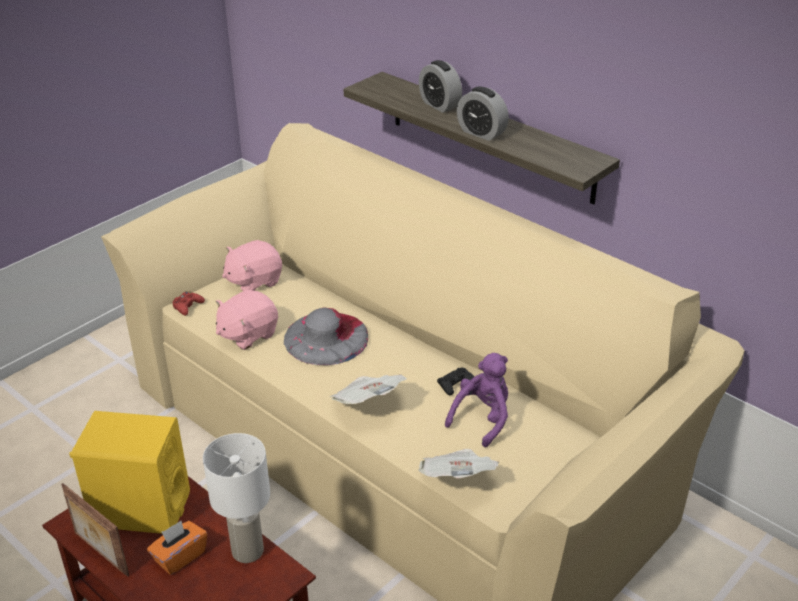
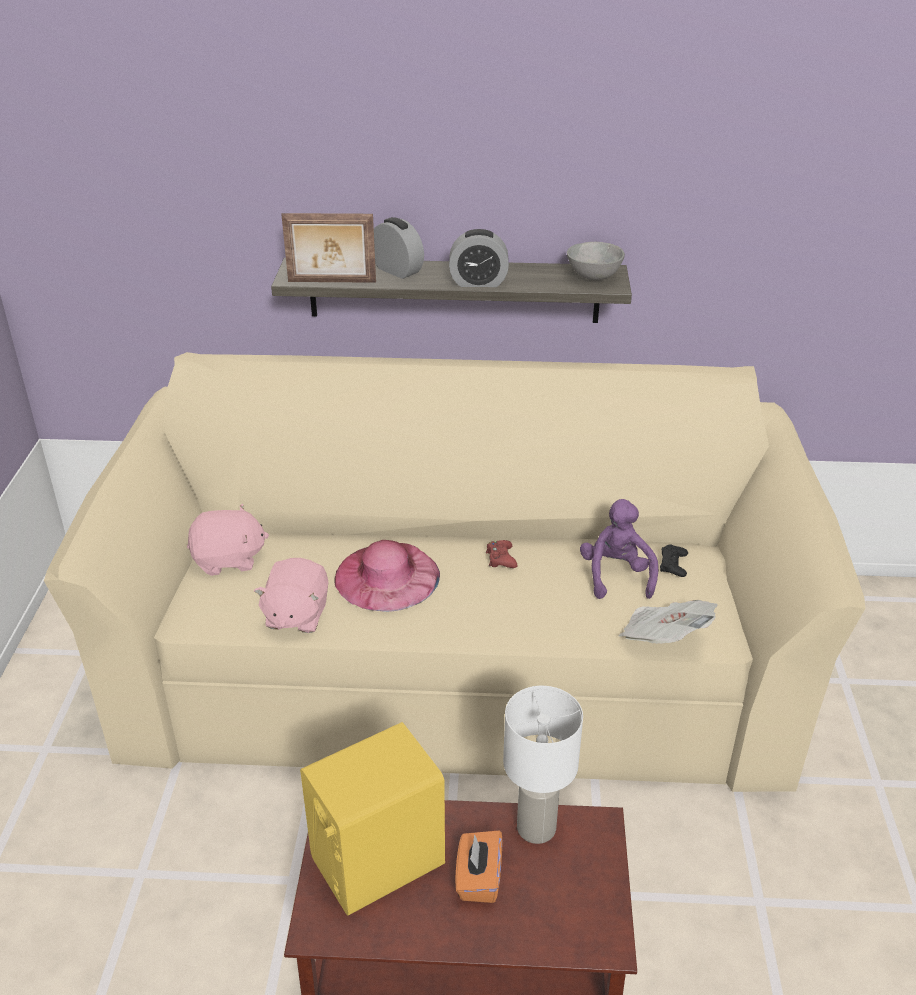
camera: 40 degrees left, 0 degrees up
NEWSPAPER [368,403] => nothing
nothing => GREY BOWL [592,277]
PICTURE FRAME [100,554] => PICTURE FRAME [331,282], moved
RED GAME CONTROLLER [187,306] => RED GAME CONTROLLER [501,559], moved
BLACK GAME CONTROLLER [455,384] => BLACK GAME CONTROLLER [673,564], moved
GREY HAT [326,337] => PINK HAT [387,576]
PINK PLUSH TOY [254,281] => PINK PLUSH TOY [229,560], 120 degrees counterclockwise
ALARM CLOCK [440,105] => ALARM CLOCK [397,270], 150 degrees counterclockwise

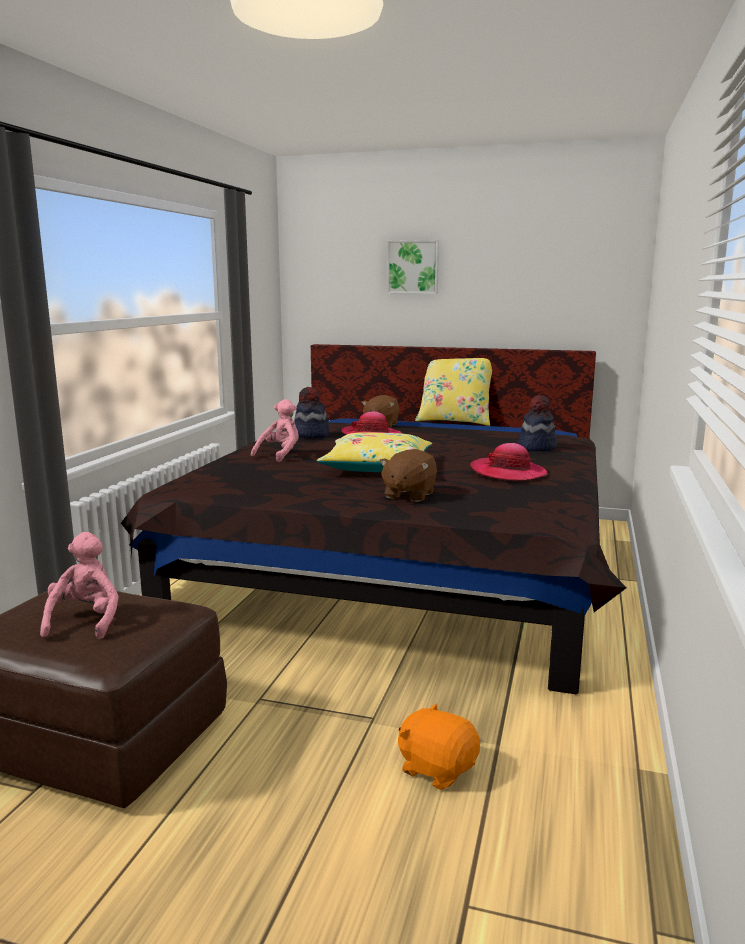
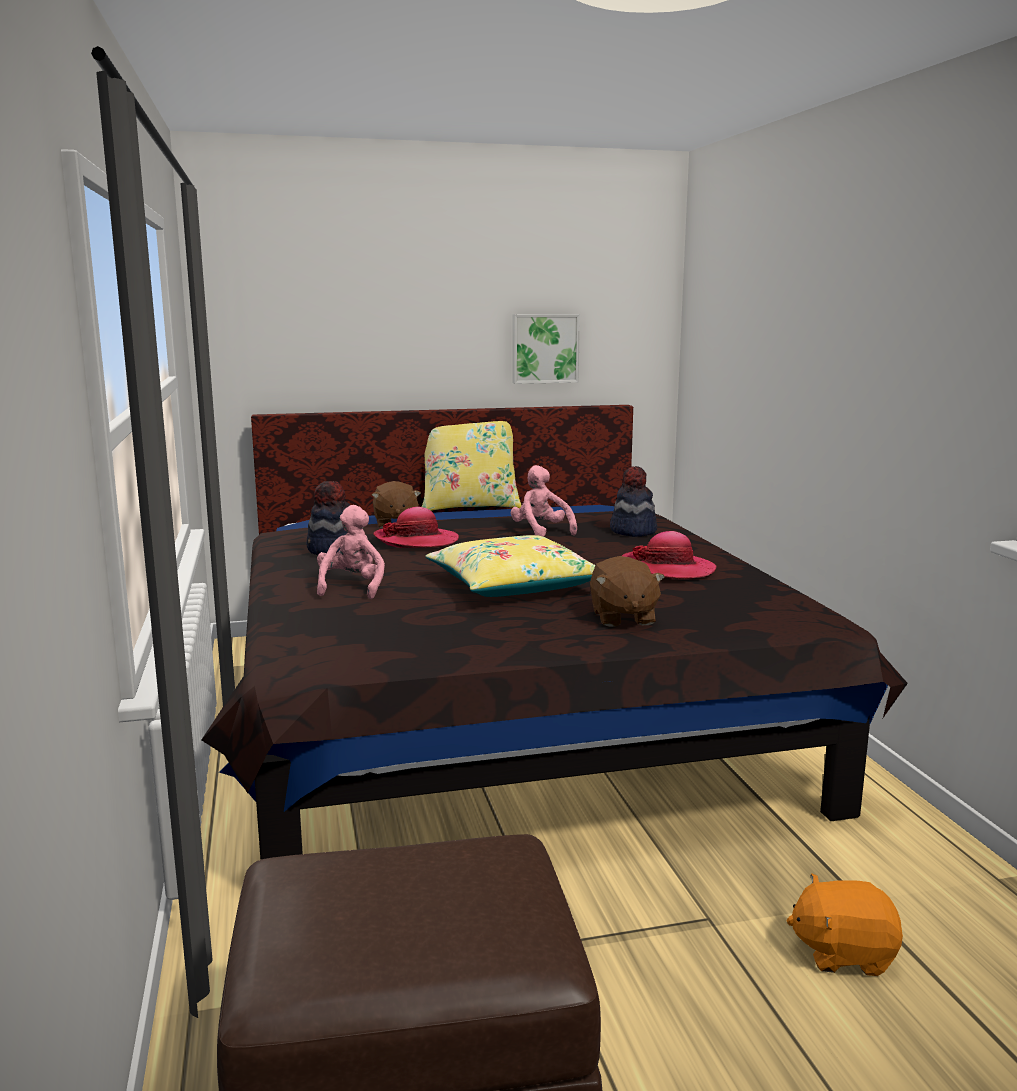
camera: 30 degrees left, 0 degrees up
PINK PLUSH TOY [86,621] => PINK PLUSH TOY [541,532], moved
PICTURE [413,267] => PICTURE [544,348], moved

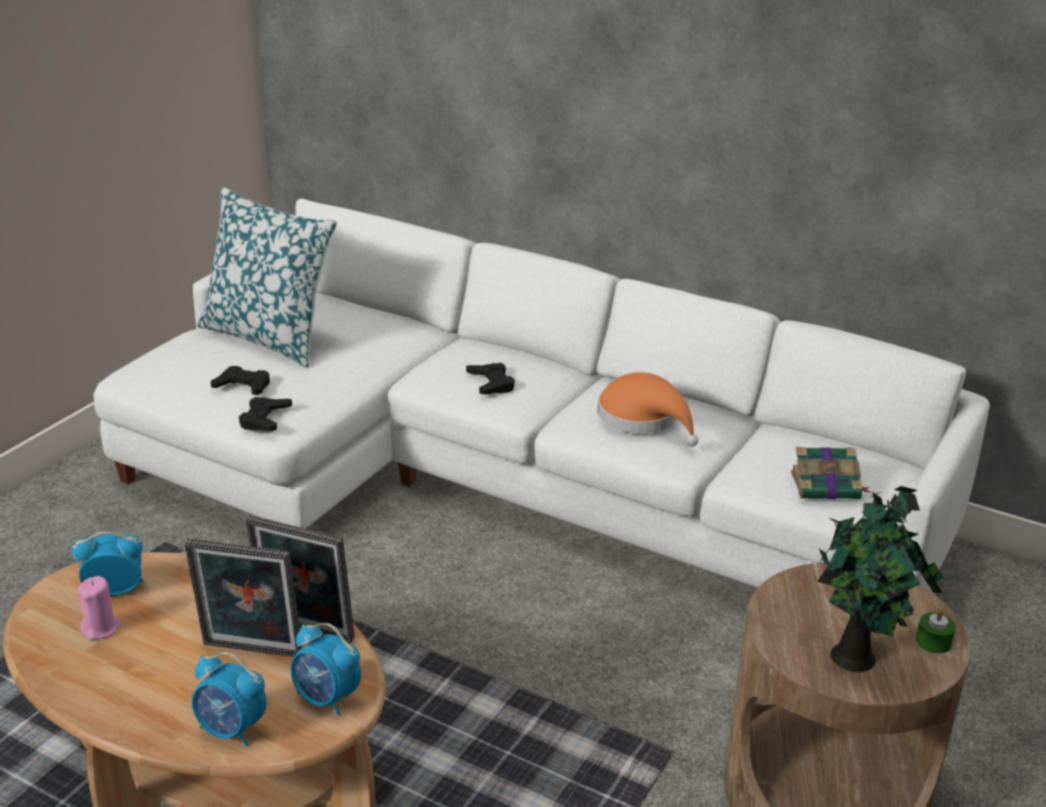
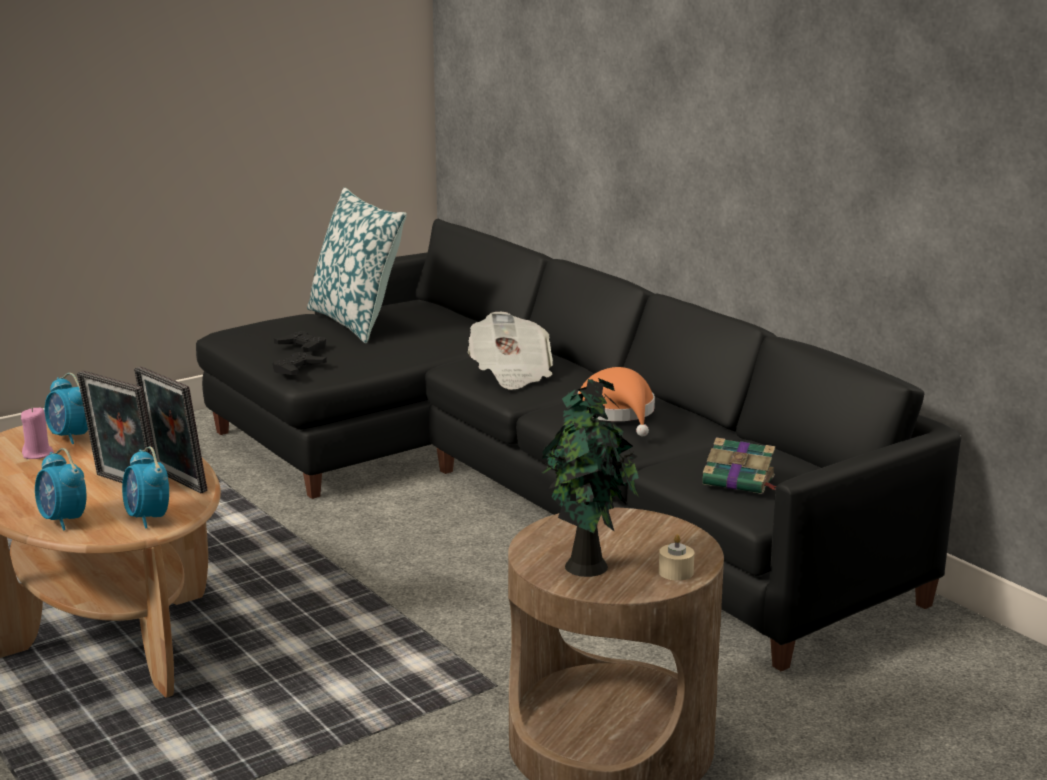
camera: 25 degrees right, 10 degrees down
BLACK GAME CONTROLLER [491,383] => NEWSPAPER [510,374]
WHITE SOFA [501,481] => BLACK SOFA [529,483]
GREEN CANDLE [933,641] => BEIGE CANDLE [676,572]
ALARM CLOCK [115,590] => ALARM CLOCK [70,437], 150 degrees counterclockwise

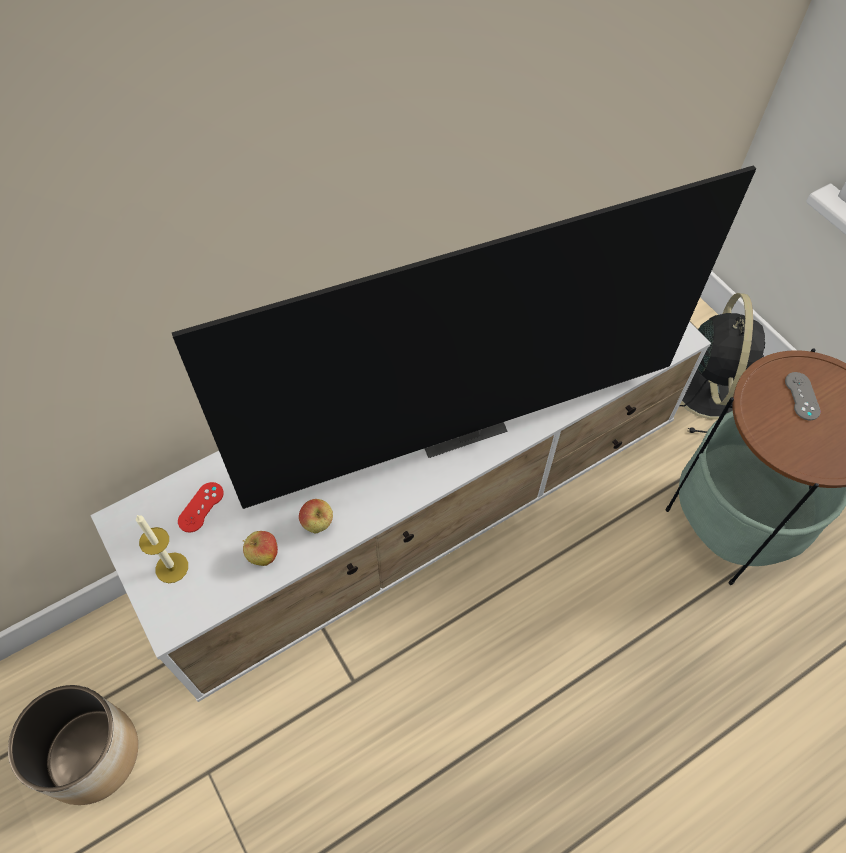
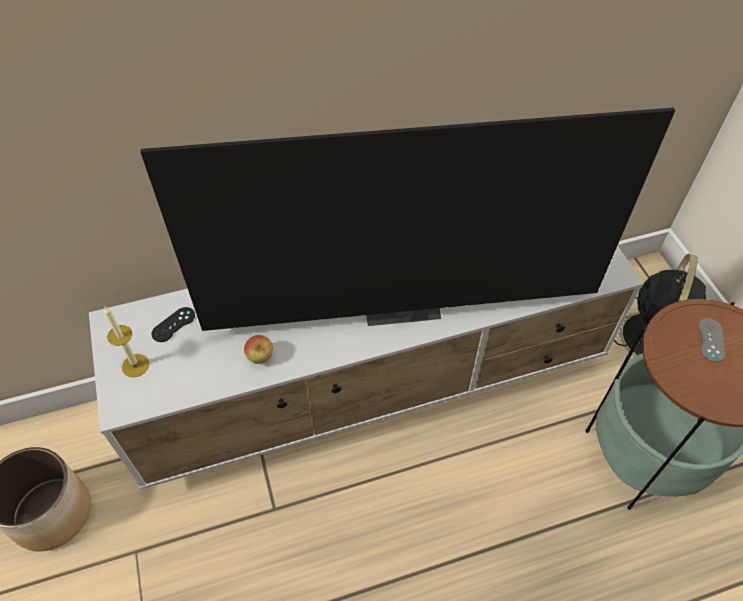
camera: 15 degrees right, 5 degrees down
APPLE [263,555] => nothing
RED GAME CONTROLLER [201,507] => BLACK GAME CONTROLLER [173,324]

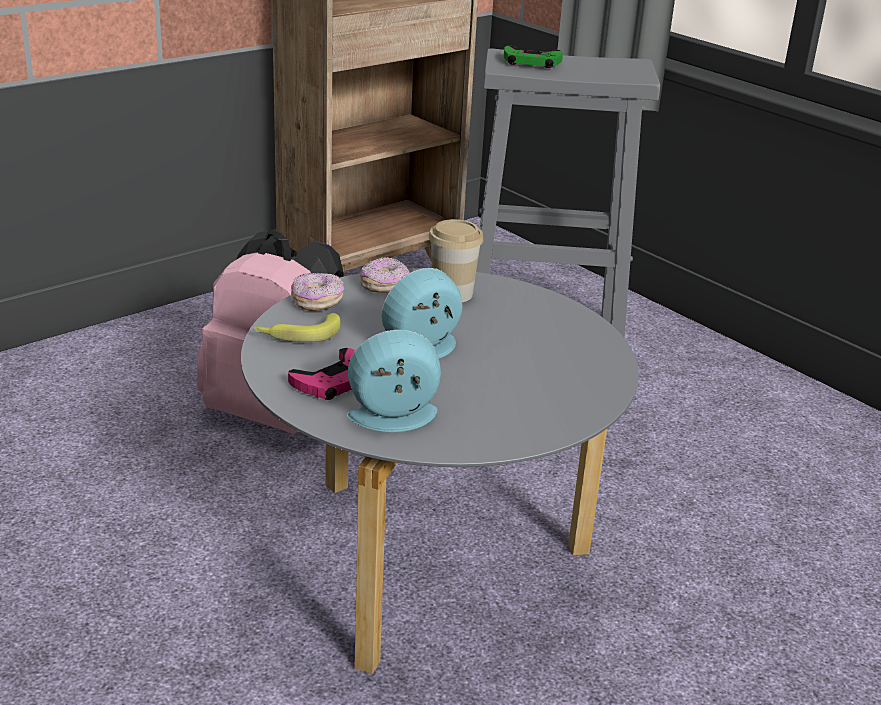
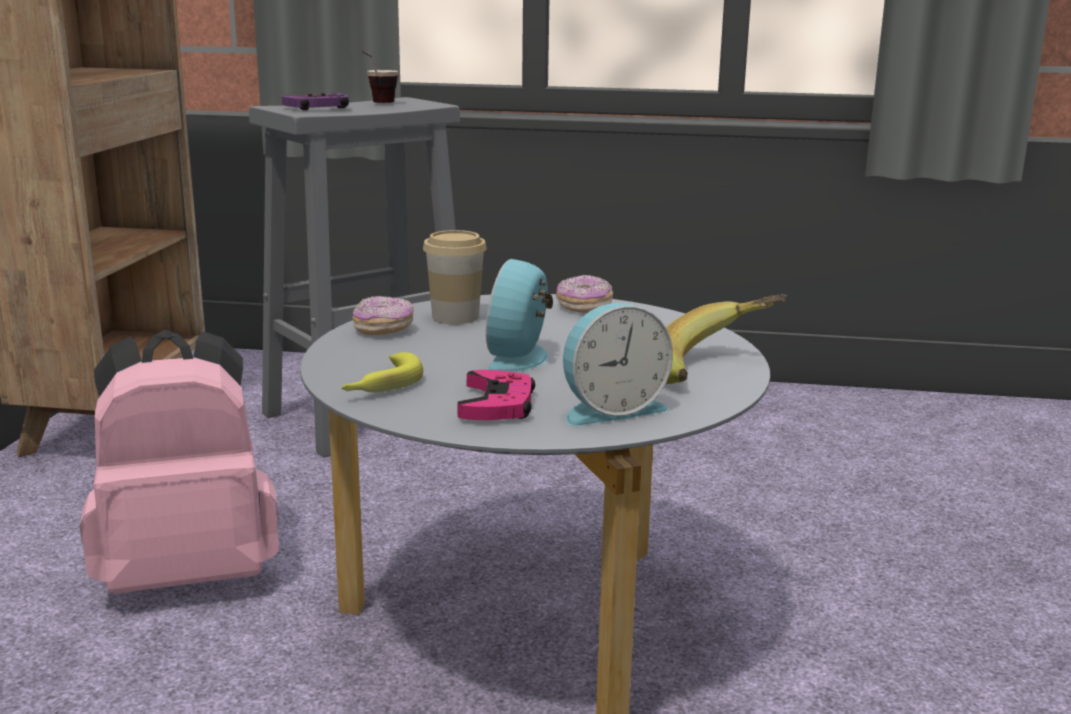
camera: 40 degrees left, 10 degrees down
nothing => CUP [377,104]
nothing => BANANA [716,371]
DONUT [317,302] => DONUT [584,307], moved
GREEN GAME CONTROLLER [531,62] => PURPLE GAME CONTROLLER [318,107]
ALARM CLOCK [395,419] => ALARM CLOCK [610,409], 150 degrees counterclockwise

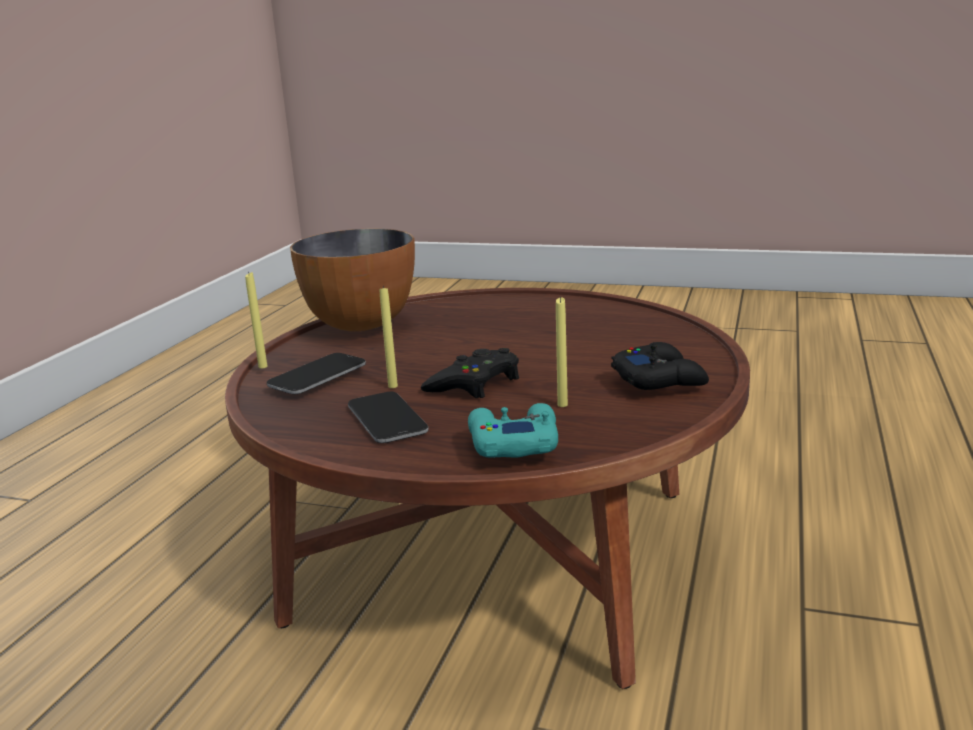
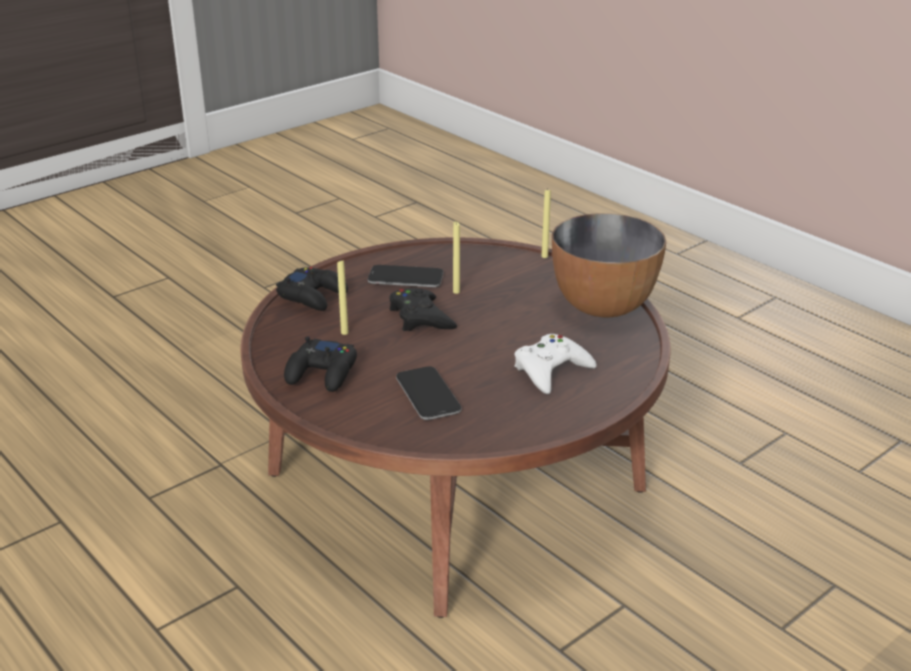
camera: 120 degrees right, 10 degrees up
nothing => WHITE GAME CONTROLLER [551,370]
PHONE [317,376] => PHONE [428,395], moved
TURQUOISE GAME CONTROLLER [512,443] => BLACK GAME CONTROLLER [313,296]

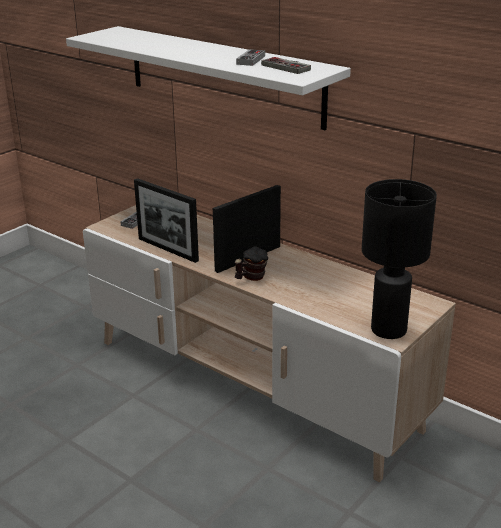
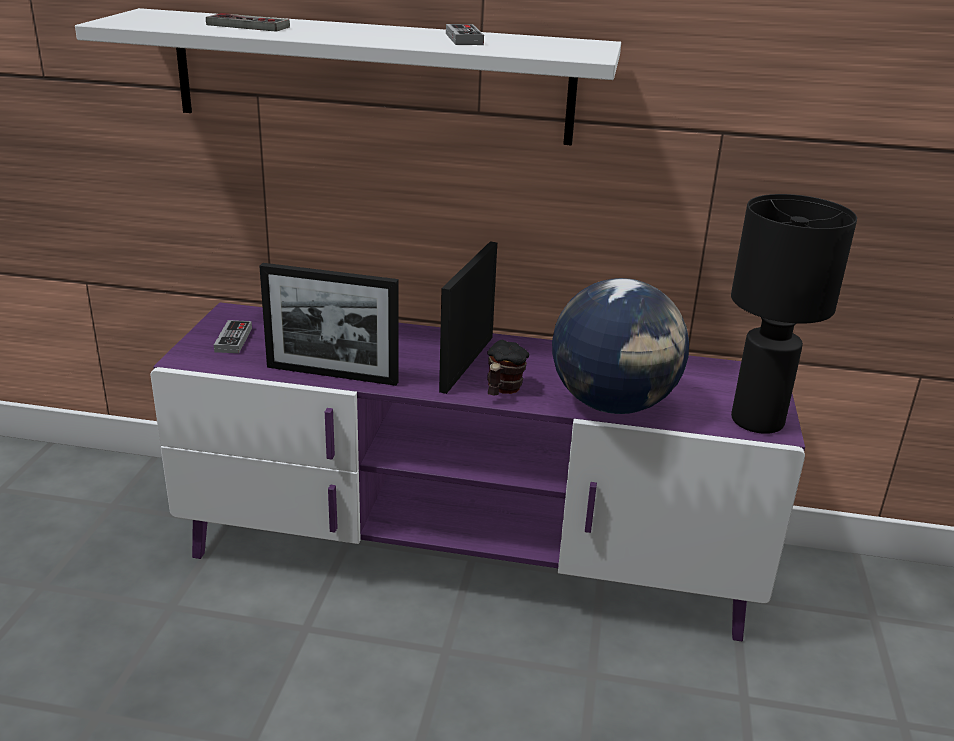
camera: 30 degrees left, 0 degrees up
nothing => GLOBE [613,404]
GAME CONTROLLER [289,66] => GAME CONTROLLER [252,25], moved
BEIGE TV STAND [252,383] => PURPLE TV STAND [469,554]

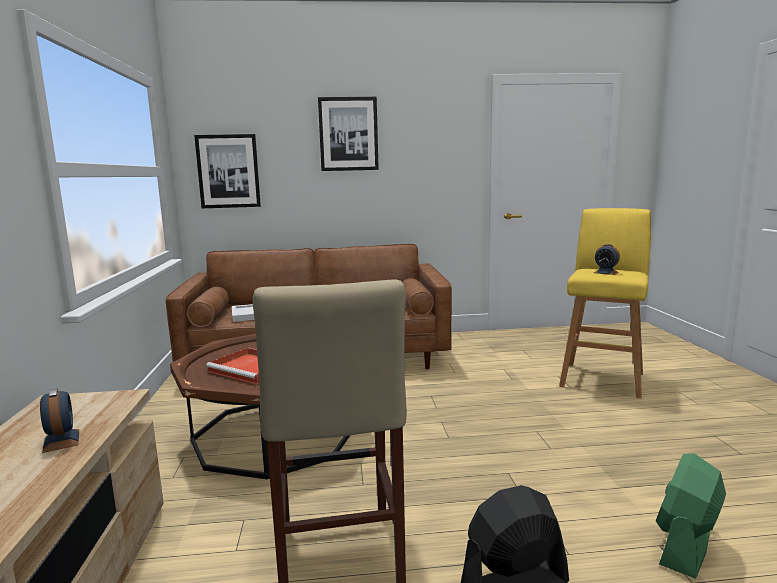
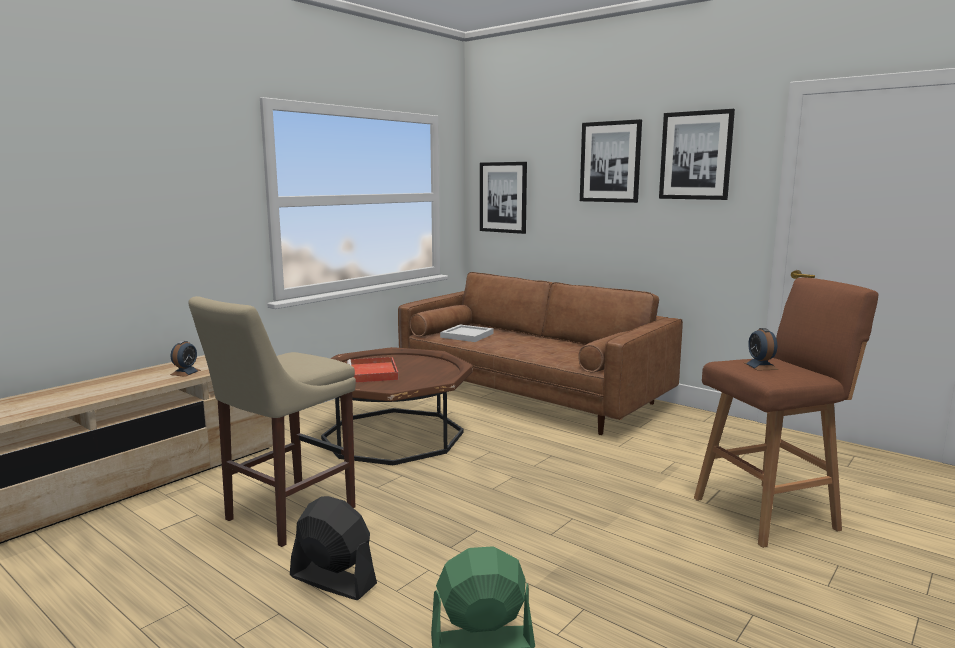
camera: 45 degrees right, 0 degrees up
nothing => PICTURE [696,155]
YELLOW STOOL [602,378] => BROWN STOOL [768,513]

